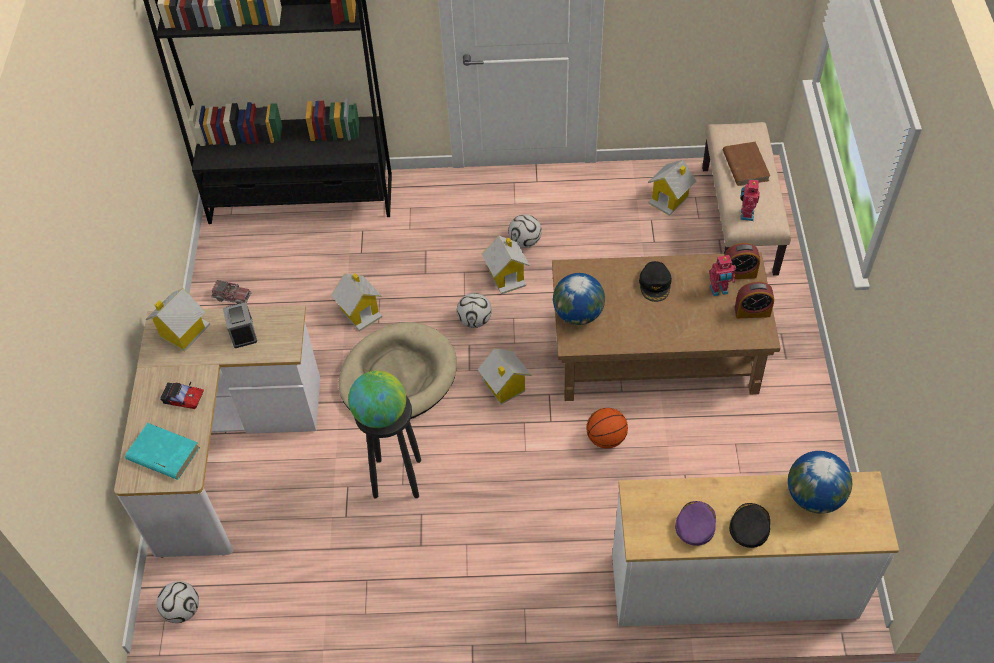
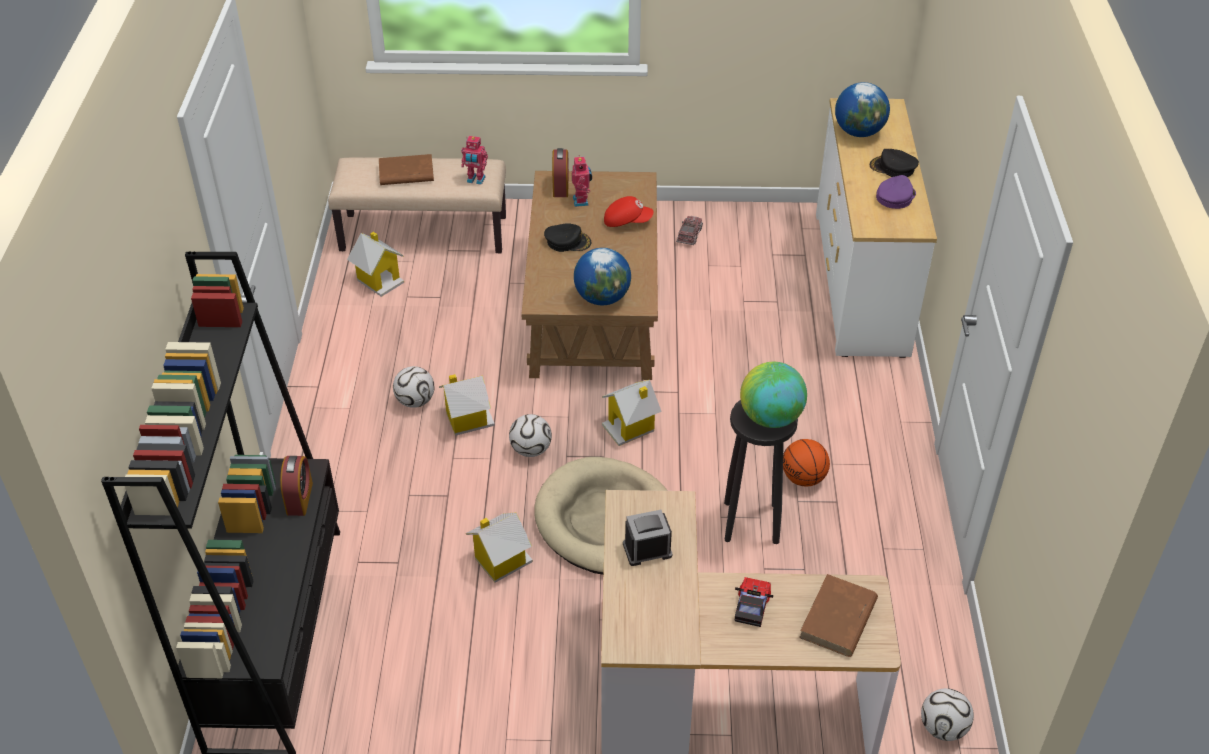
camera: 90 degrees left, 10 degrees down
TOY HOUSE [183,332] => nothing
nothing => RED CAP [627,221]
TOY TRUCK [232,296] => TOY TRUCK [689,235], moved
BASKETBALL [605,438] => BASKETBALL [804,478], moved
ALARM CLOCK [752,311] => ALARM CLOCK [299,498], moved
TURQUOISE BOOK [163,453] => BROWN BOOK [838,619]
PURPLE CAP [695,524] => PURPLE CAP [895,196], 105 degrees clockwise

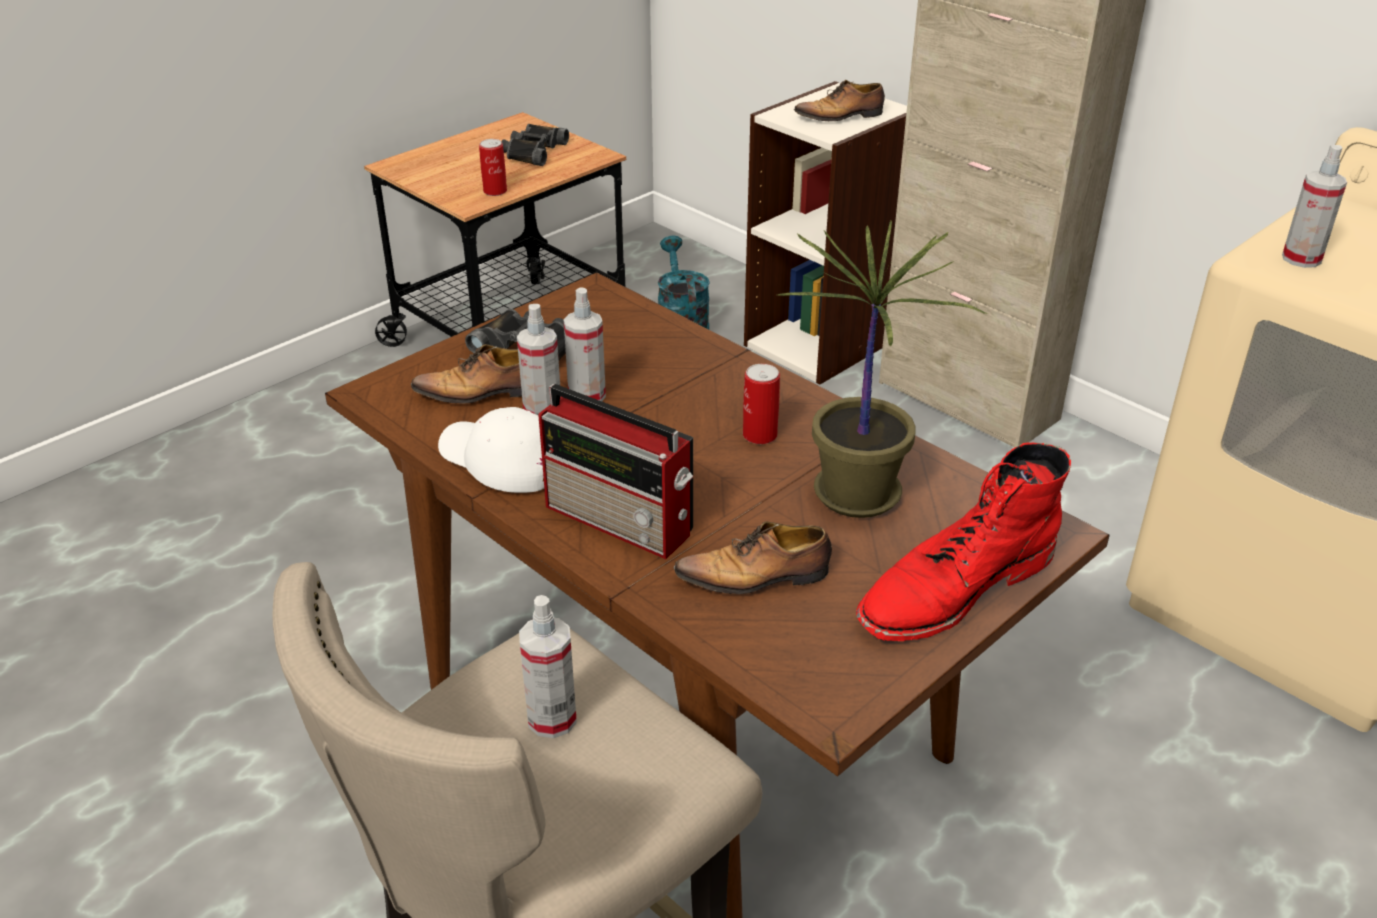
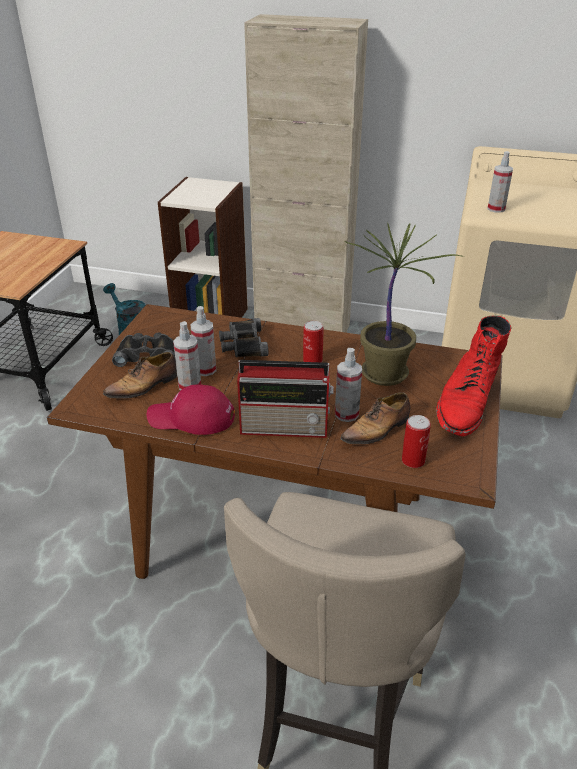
camera: 30 degrees left, 0 degrees up
SHOE [841,116] => nothing
CAN [495,191] => CAN [413,460], moved
BLACK BINOCULARS [533,151] => BLACK BINOCULARS [243,344], moved
SPRAY BOTTLE [552,719] => SPRAY BOTTLE [346,414], moved
WHITE CAP [502,459] => RED CAP [191,418]

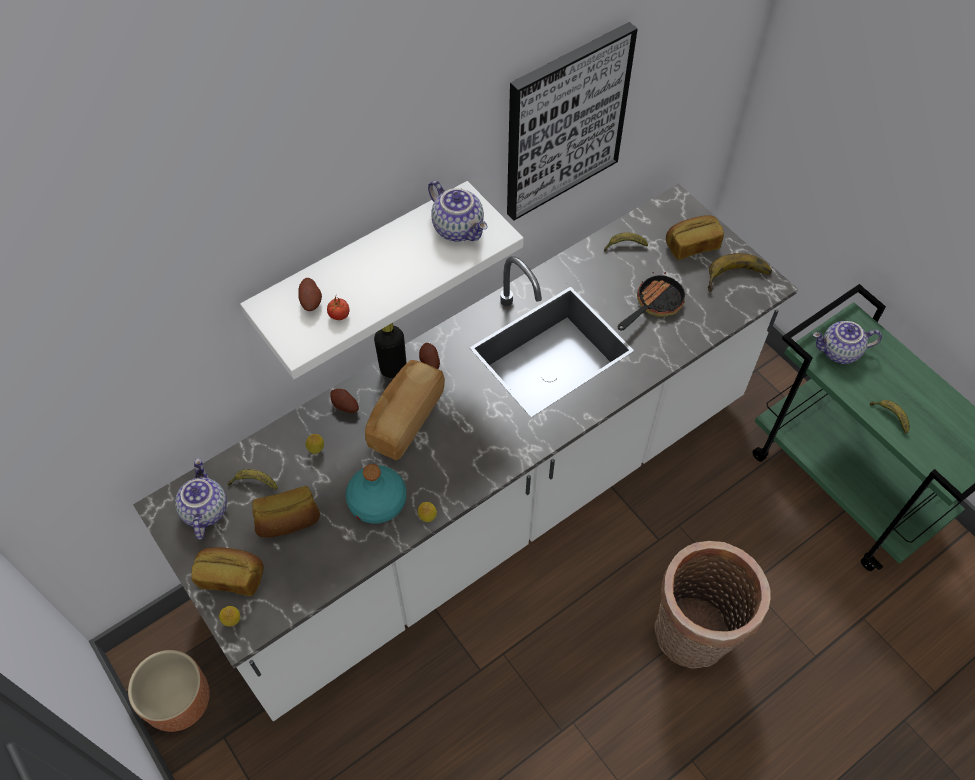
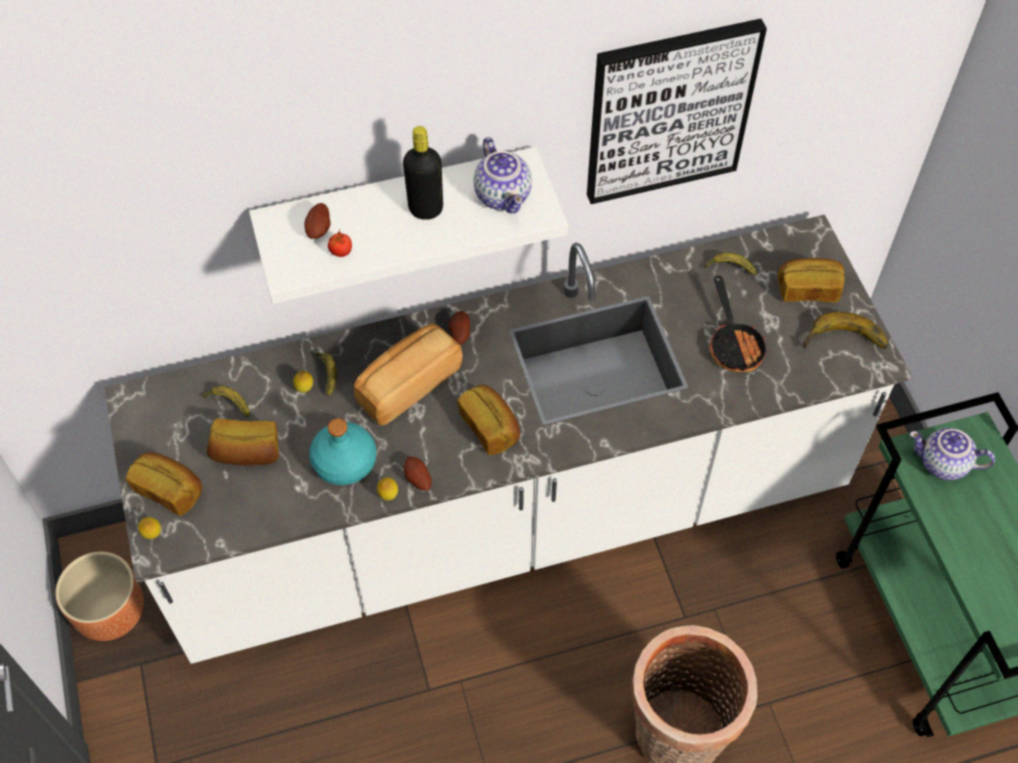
camera: 20 degrees right, 0 degrees up
TEAPOT [204,510] => nothing
nothing => BREAD [490,427]
POTATO [345,406] => POTATO [417,479], moved
BLACK BOTTLE [393,369] => BLACK BOTTLE [426,209], moved
BANANA [890,416] => BANANA [328,374], moved
FRYING PAN [654,305] => FRYING PAN [734,344], 105 degrees clockwise

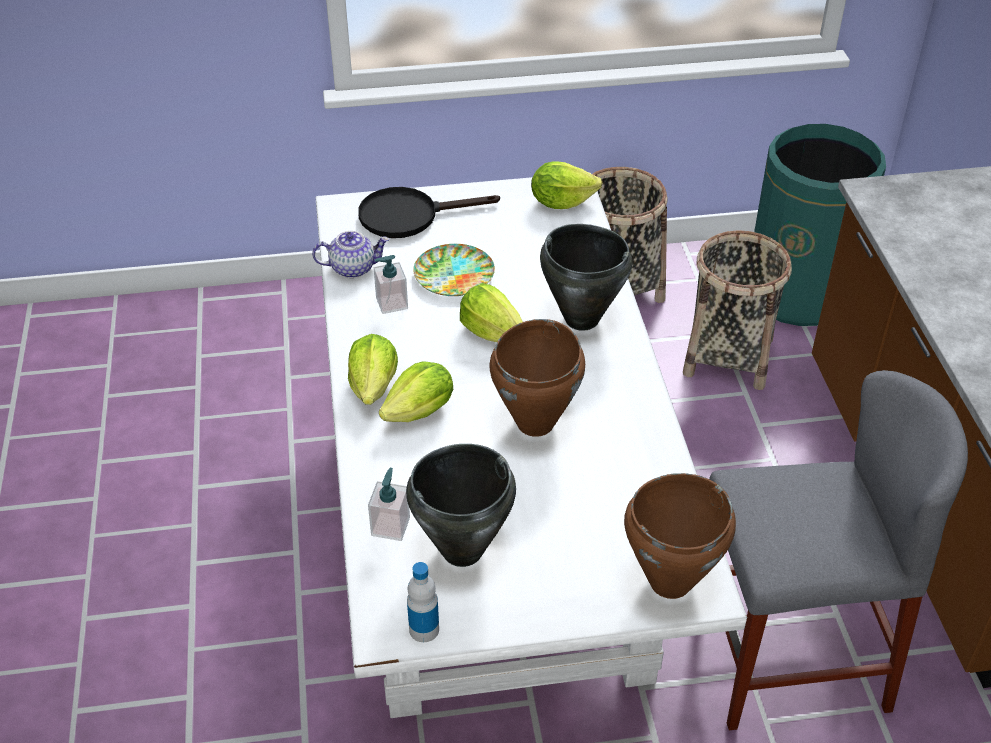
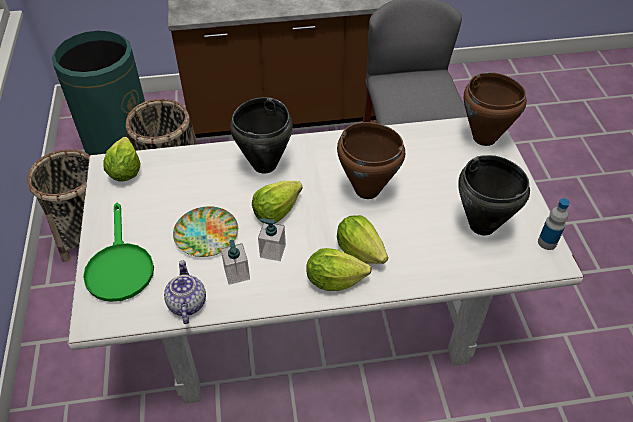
camera: 90 degrees left, 5 degrees up
SOAP DISPENSER [390,526] => SOAP DISPENSER [272,251], moved
BLACK FRYING PAN [409,215] => GREEN FRYING PAN [119,267]

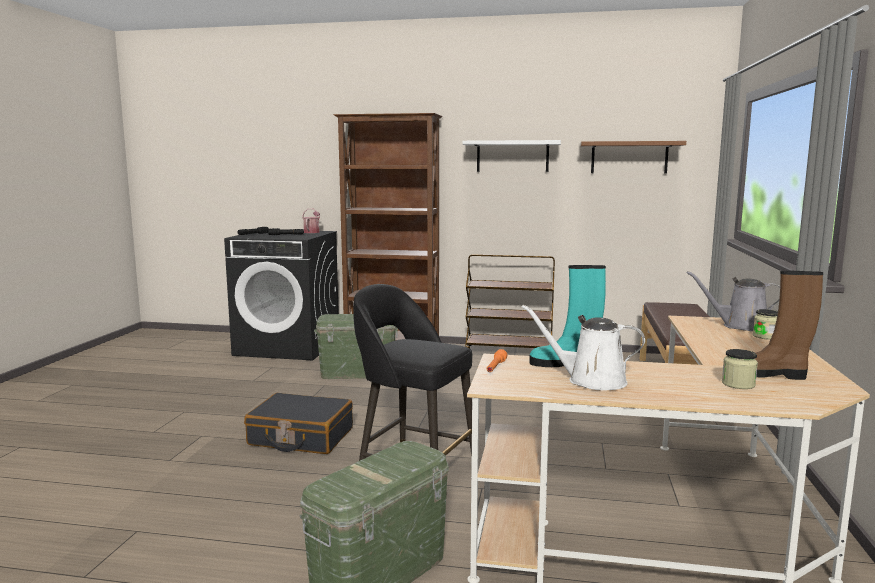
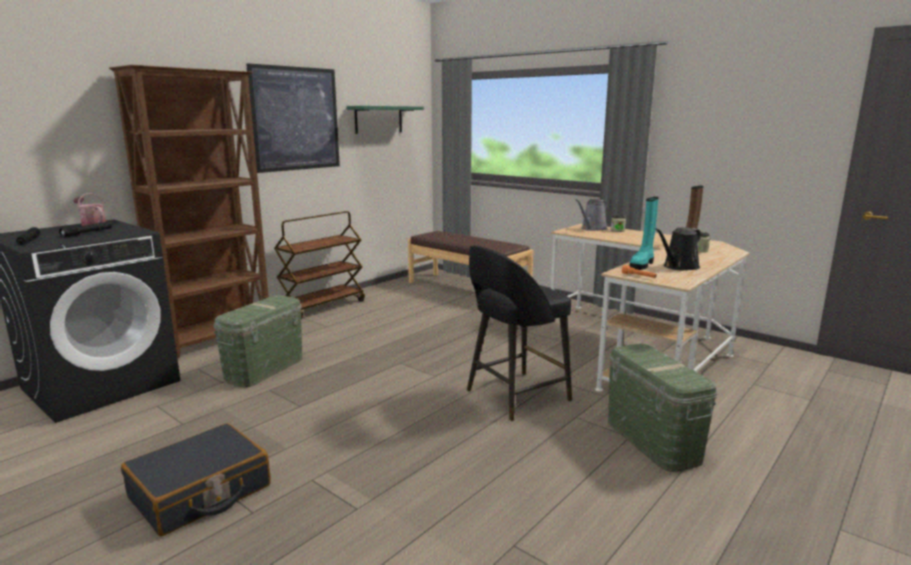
camera: 60 degrees left, 5 degrees up
BLACK SUITCASE [300,437] => BLACK SUITCASE [200,492], moved
WHITE SHELF [512,156] => PICTURE [296,119]
WHITE WATERING CAN [590,381] => BLACK WATERING CAN [679,267]
BROWN SHELF [629,157] => GREEN SHELF [378,119]

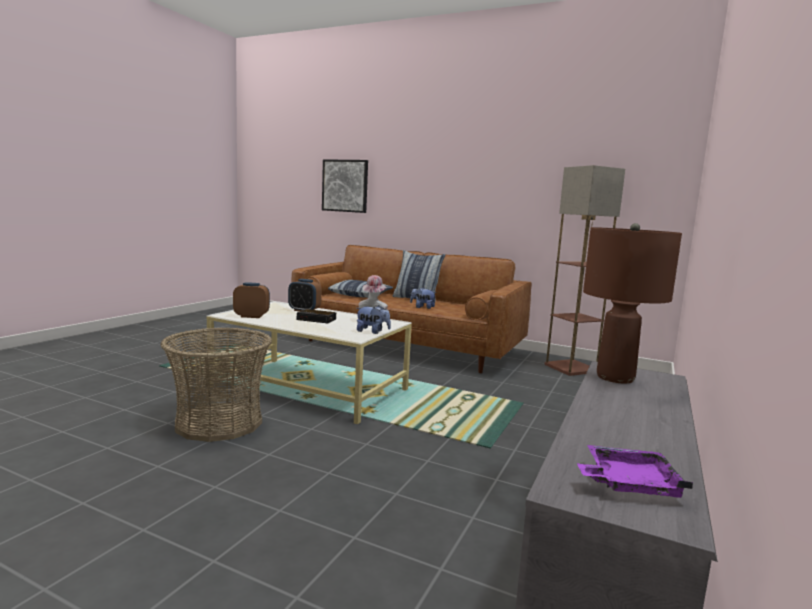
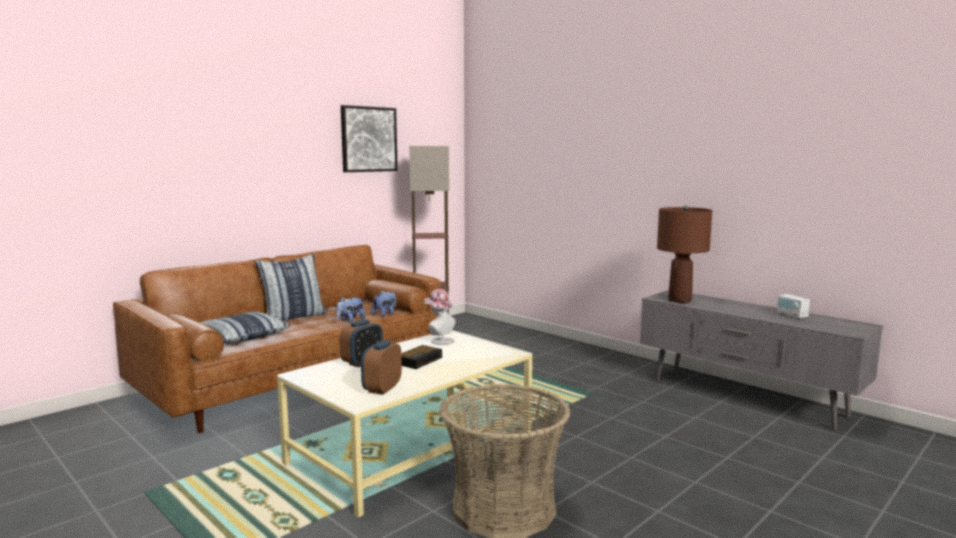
camera: 70 degrees left, 0 degrees up
PURPLE TRAY [628,483] => nothing
nothing => RADIO [792,315]
PICTURE [345,186] => PICTURE [368,139], moved
PLUSH TOY [372,332] => PLUSH TOY [385,314], moved

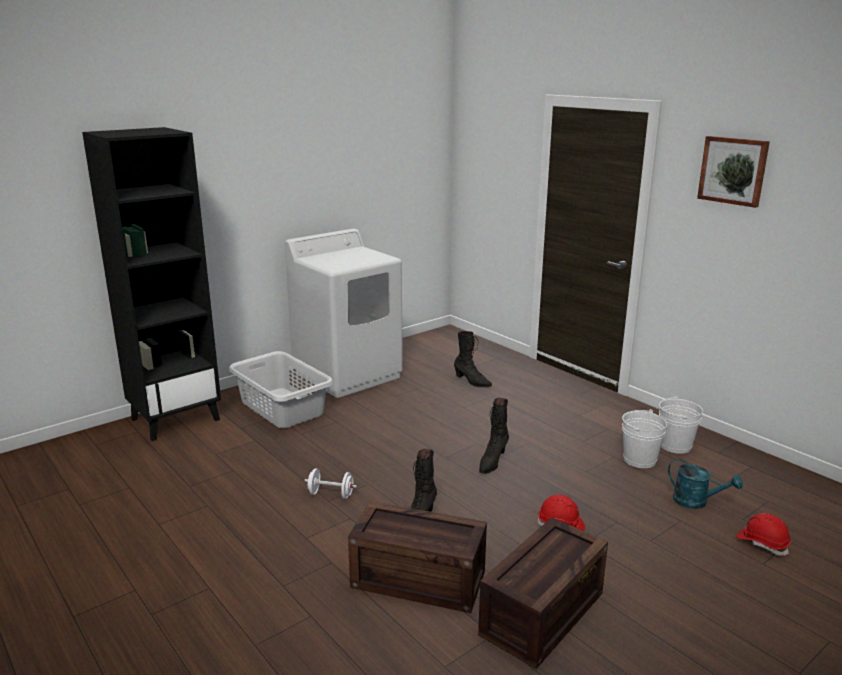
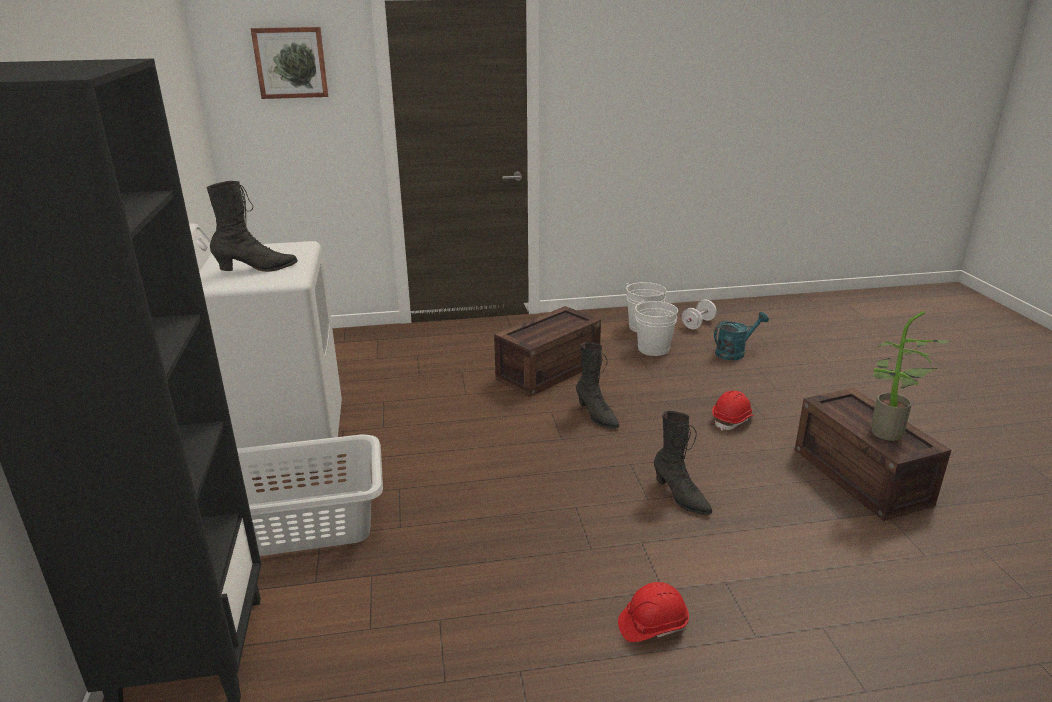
camera: 60 degrees left, 5 degrees up
nothing => POTTED PLANT [886,435]
WHITE DUMBBELL [331,494] => WHITE DUMBBELL [698,324], moved
CRATE [420,579] => CRATE [548,370], moved
BLACK BOOT [472,382] => BLACK BOOT [257,269], moved
PICTURE [733,170] => PICTURE [291,62], moved
RED HARD HAT [762,543] => RED HARD HAT [652,625], moved

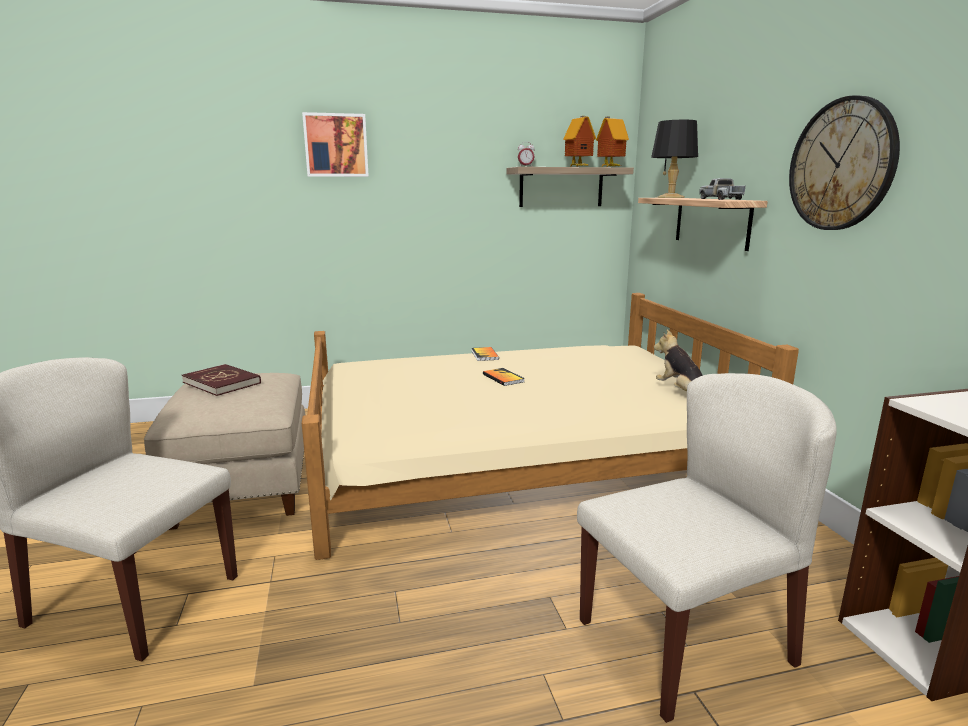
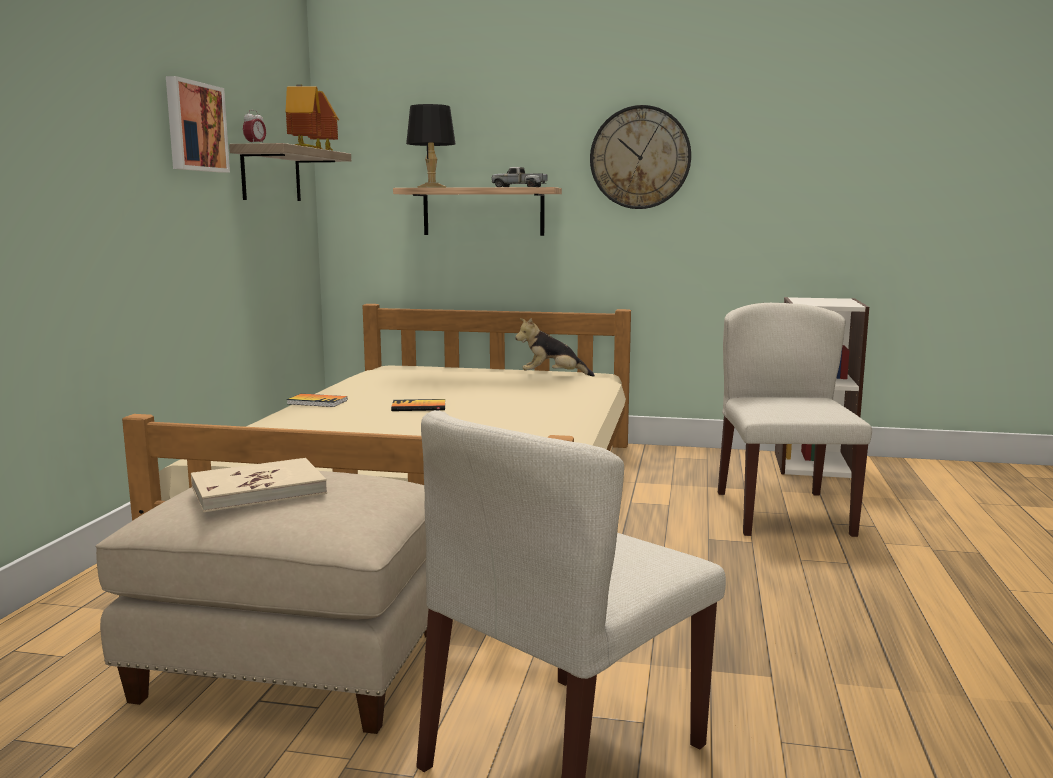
camera: 65 degrees left, 5 degrees down
PICTURE [336,145] => PICTURE [194,127], moved
RED BOOK [222,383] => BEIGE BOOK [258,490]

